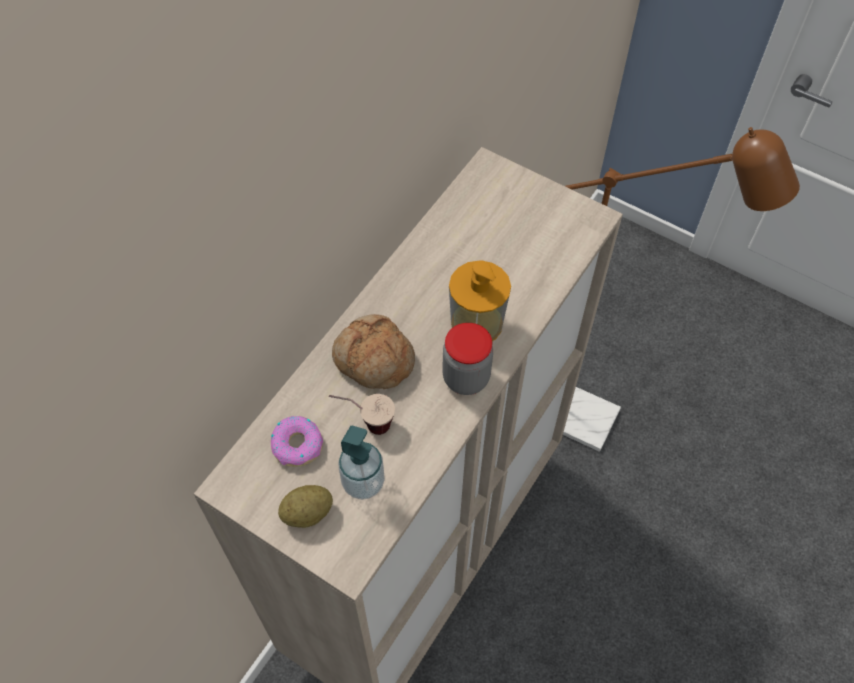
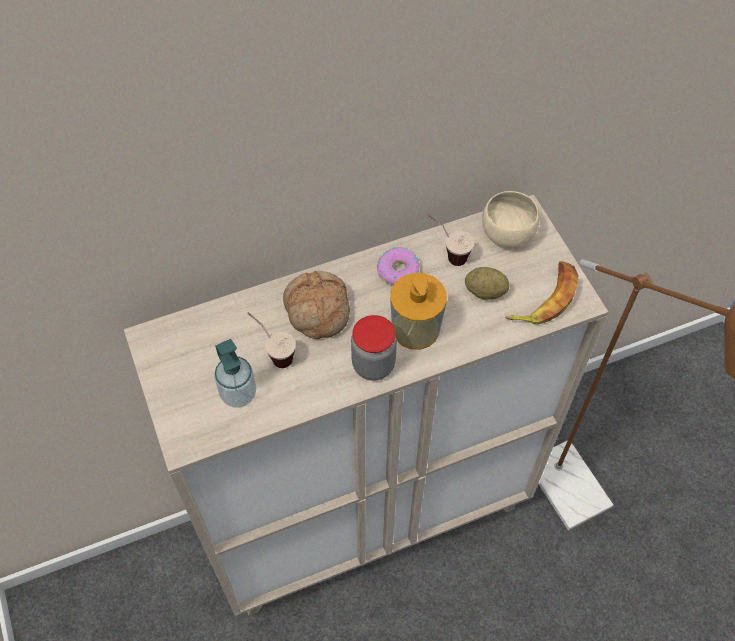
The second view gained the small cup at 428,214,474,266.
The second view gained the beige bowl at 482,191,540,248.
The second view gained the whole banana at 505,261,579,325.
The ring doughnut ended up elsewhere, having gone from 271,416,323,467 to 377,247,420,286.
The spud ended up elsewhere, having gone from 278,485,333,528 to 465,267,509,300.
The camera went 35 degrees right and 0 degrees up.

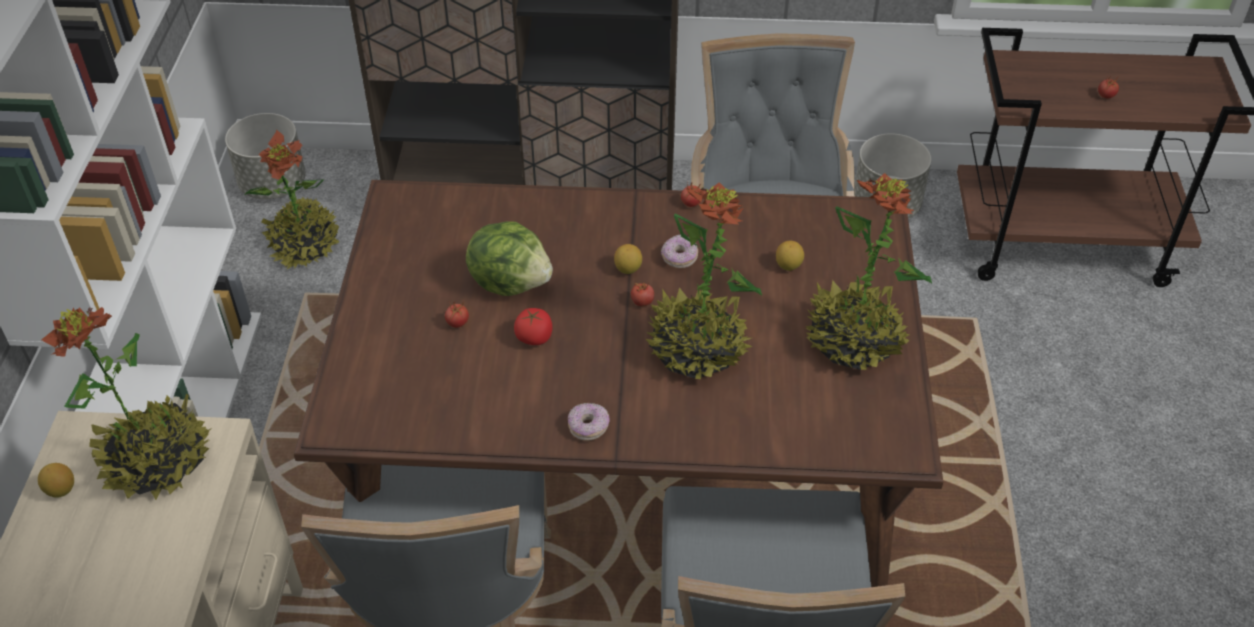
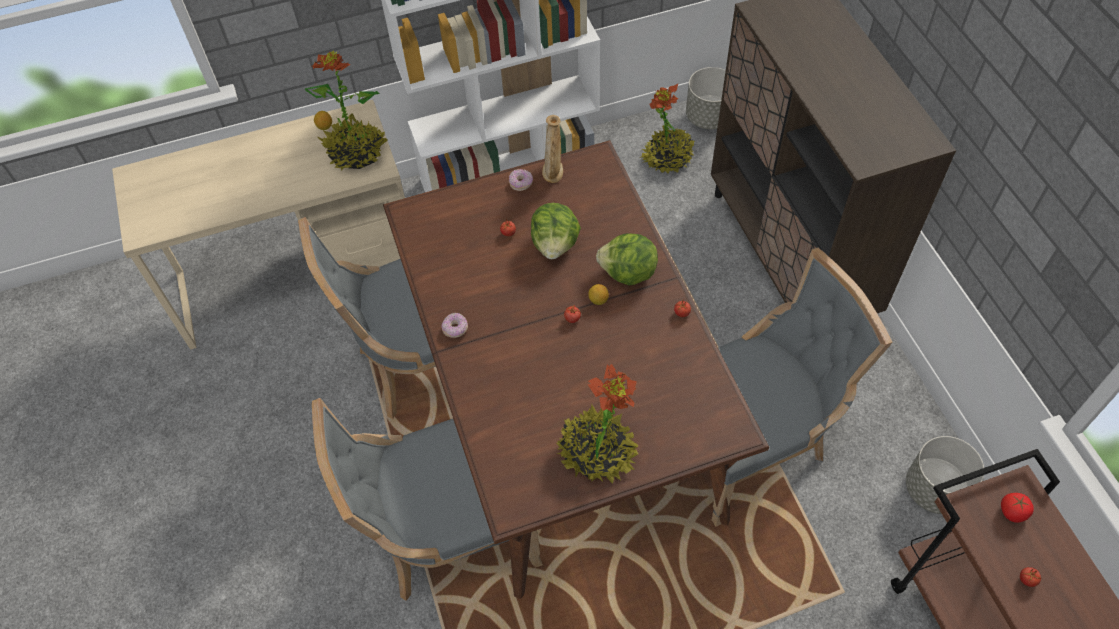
The second view lost the houseplant at 646,182,762,379.
The second view lost the whole lemon at 776,241,804,271.
The second view gained the beige vase at 542,115,563,183.
The second view gained the head of lettuce at 596,233,658,286.
The tomato ended up elsewhere, having gone from 514,308,553,345 to 1001,493,1034,523.
The ring doughnut ended up elsewhere, having gone from 661,235,698,268 to 509,169,533,191.
The camera went 70 degrees right and 10 degrees up.

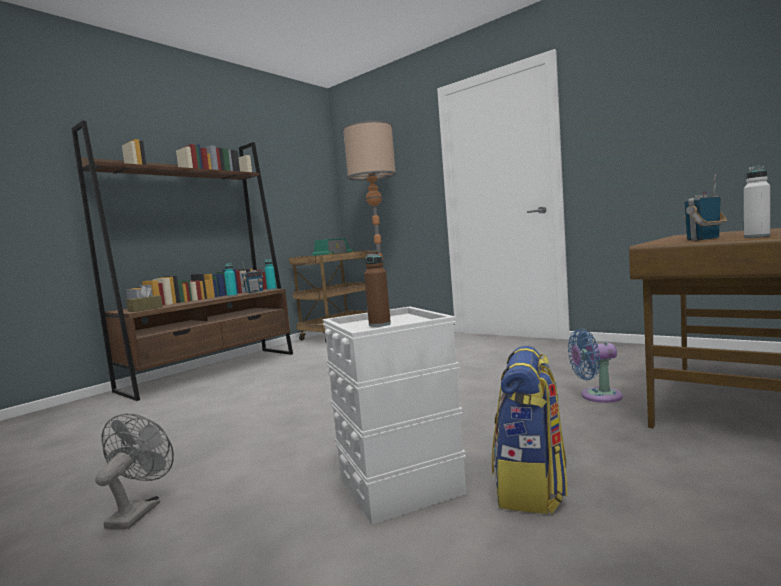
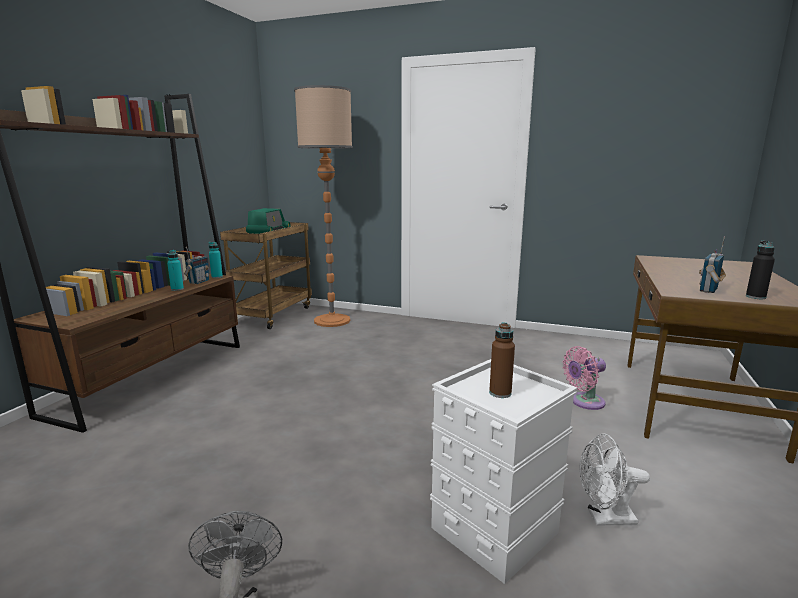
The second view lost the brown tissue box at 126,286,163,312.
Where the backpack stood at 492,346,568,514, the white-coloured electric fan came to stand at 579,433,650,526.
What was the blue electric fan at 568,329,623,403 turned into the pink-coloured electric fan at 563,346,606,410.
What was the white-coloured drink bottle at 744,165,770,238 turned into the black-coloured drink bottle at 746,241,775,299.
The camera went 20 degrees left and 10 degrees up.

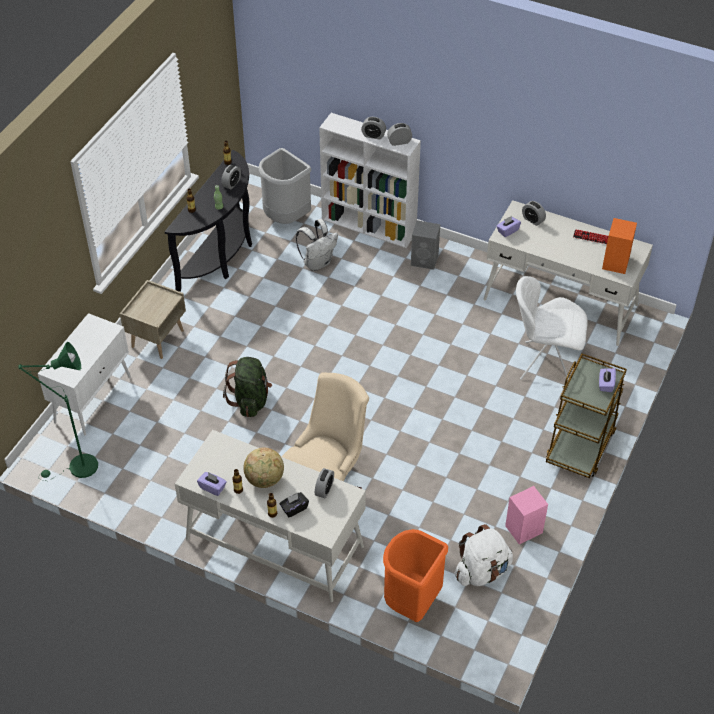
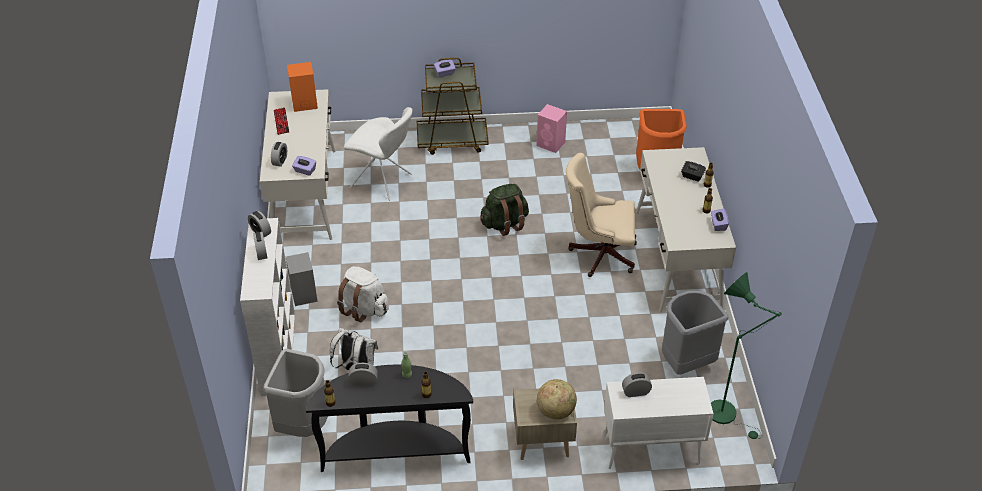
The second view gained the greyish trash can at 662,291,728,374.
The greenish backpack ended up elsewhere, having gone from 223,357,272,417 to 480,184,529,236.
The world globe ended up elsewhere, having gone from 243,448,284,488 to 537,379,577,420.
The alarm clock ended up elsewhere, having gone from 315,468,334,498 to 622,372,652,397.
The white-coloured backpack ended up elsewhere, having gone from 455,524,513,586 to 337,266,389,322.
The white-coloured plain chair at 516,276,588,380 ended up facing another way, 45 degrees counterclockwise from before.
The camera went 120 degrees left and 5 degrees down.

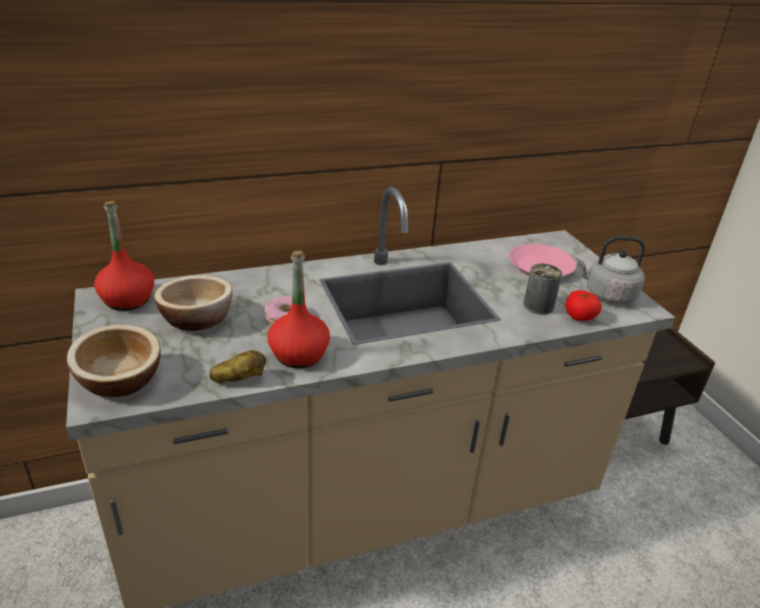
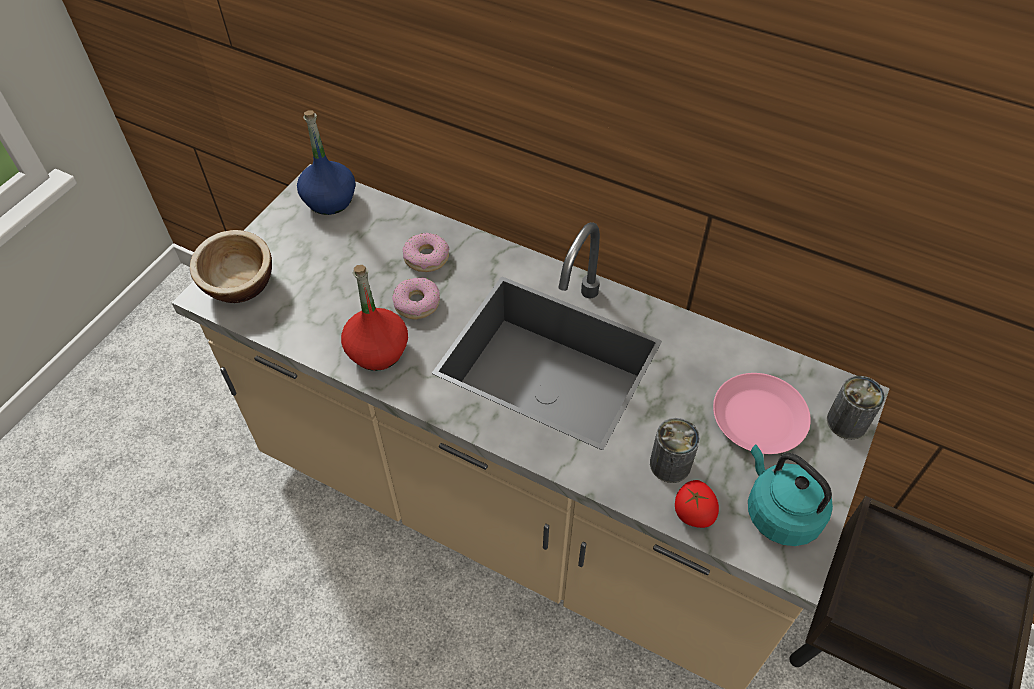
The second view lost the bowl at 154,275,232,331.
The second view lost the spud at 210,350,266,383.
The second view gained the ring doughnut at 403,233,449,272.
The second view gained the sealed can at 827,376,885,439.
What was the red drink bottle at 94,201,154,311 turned into the blue drink bottle at 297,110,356,215.
What was the greyish kettle at 576,236,645,304 turned into the turquoise-coloured kettle at 748,444,833,546.
The camera went 50 degrees right and 20 degrees up.

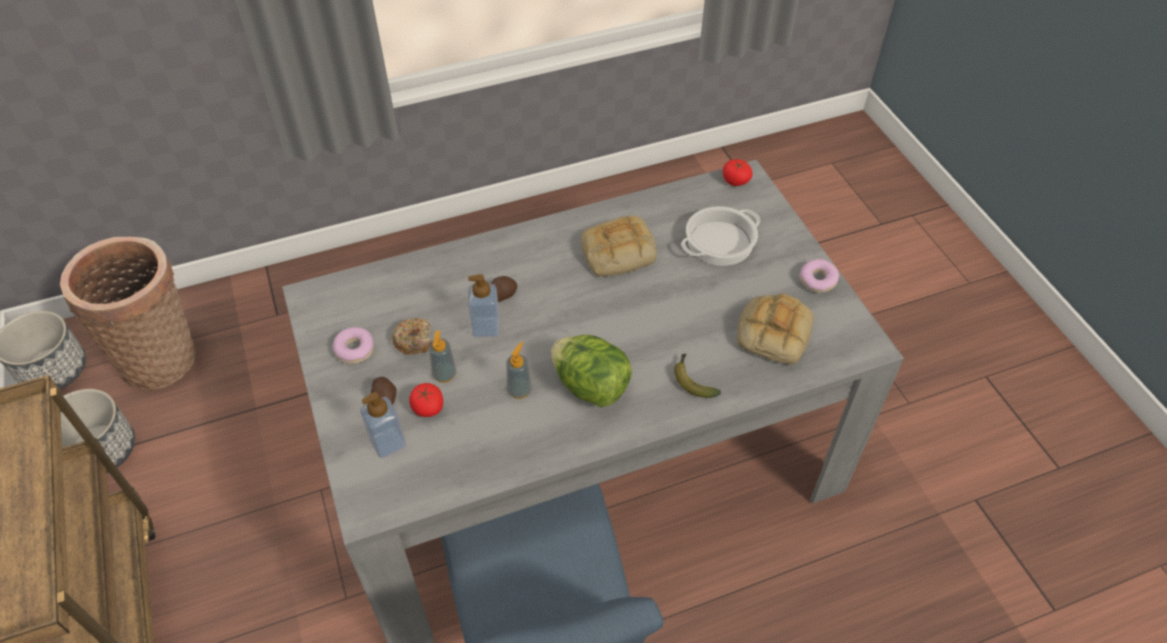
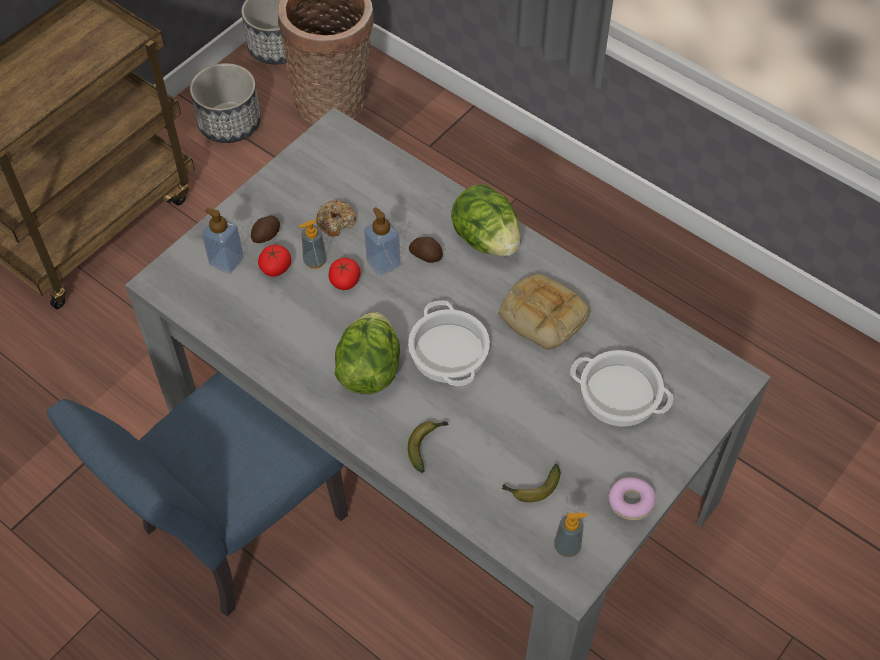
The second view lost the ring doughnut at 333,327,374,364.
The second view gained the saucepot at 408,300,490,386.
The second view gained the head of lettuce at 451,184,521,256.
The liquid soap bottle ended up elsewhere, having gone from 506,342,532,399 to 554,513,588,557.
The tomato ended up elsewhere, having gone from 723,159,753,186 to 329,258,361,290.
Where the bread stood at 737,293,814,365, the whole banana came to stand at 502,464,560,502.
The camera went 60 degrees right and 5 degrees up.

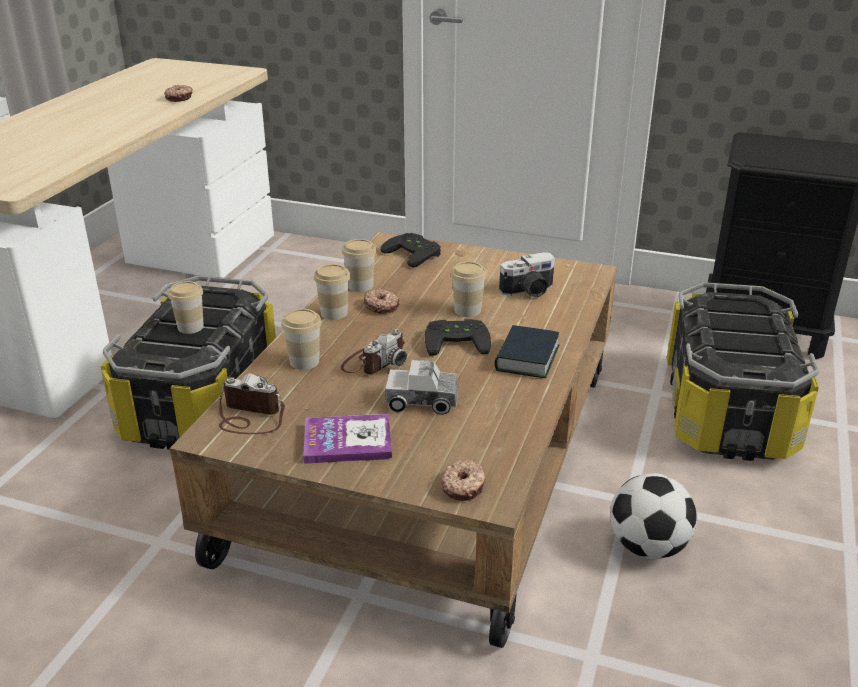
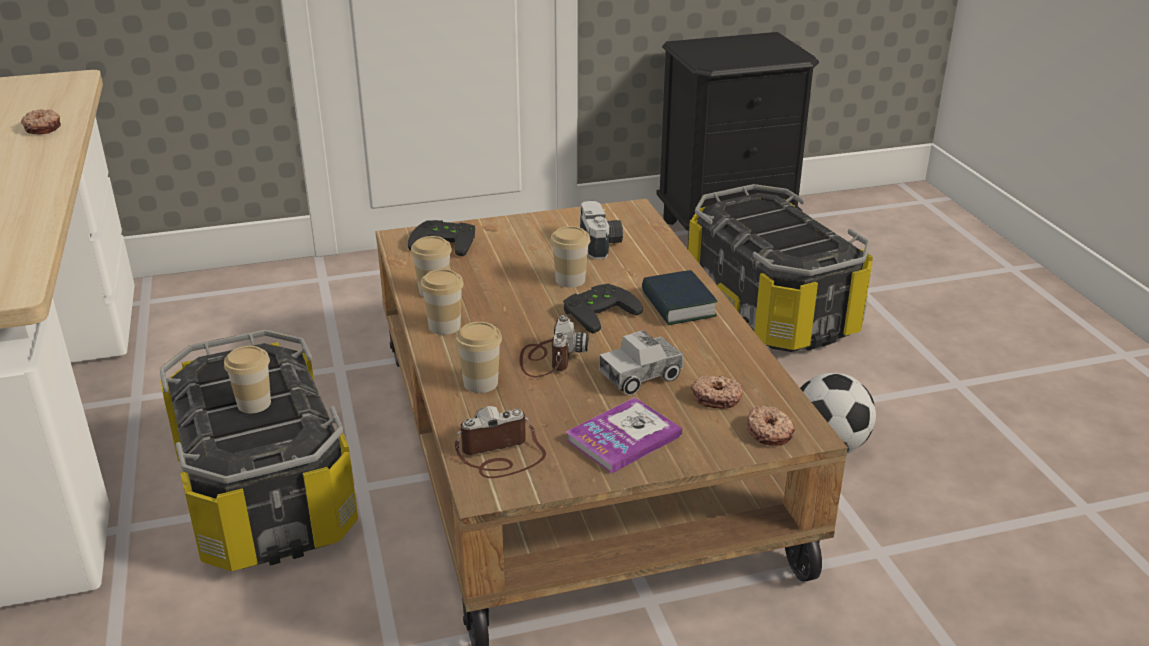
The ring doughnut ended up elsewhere, having gone from 364,289,400,314 to 691,375,743,408.
The still camera at 499,252,555,298 ended up facing another way, 45 degrees counterclockwise from before.
The camera went 35 degrees left and 0 degrees up.

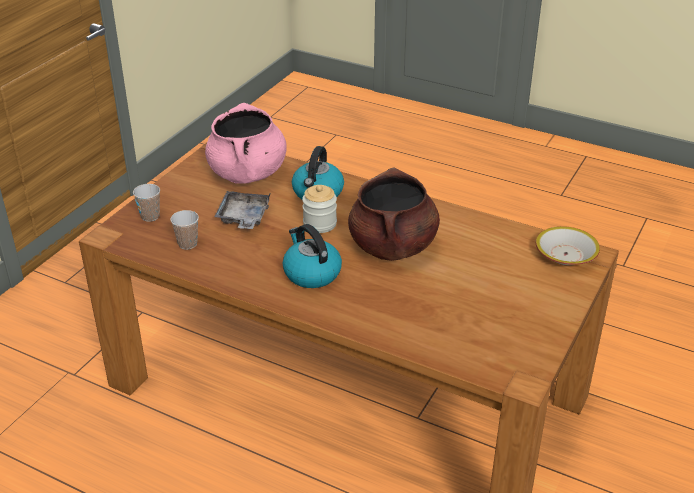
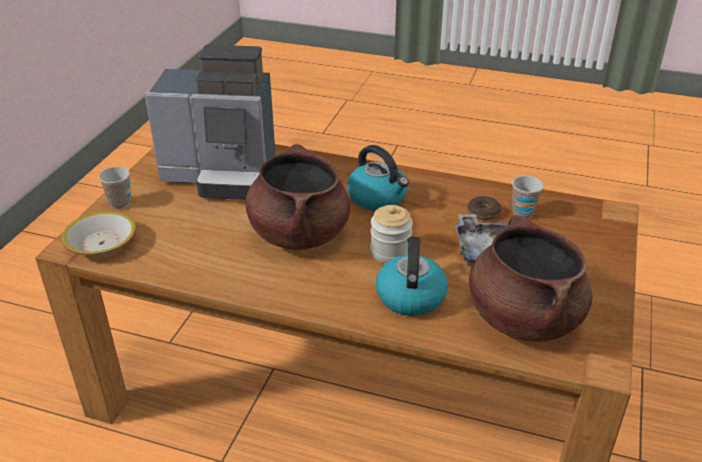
The second view gained the coffee machine at 145,45,275,200.
The second view gained the ring doughnut at 468,196,501,220.
The small cup ended up elsewhere, having gone from 133,184,160,222 to 98,167,131,209.
What was the pink-coloured saucepot at 205,103,287,184 turned into the brown saucepot at 469,215,592,342.
The camera went 170 degrees right and 0 degrees up.

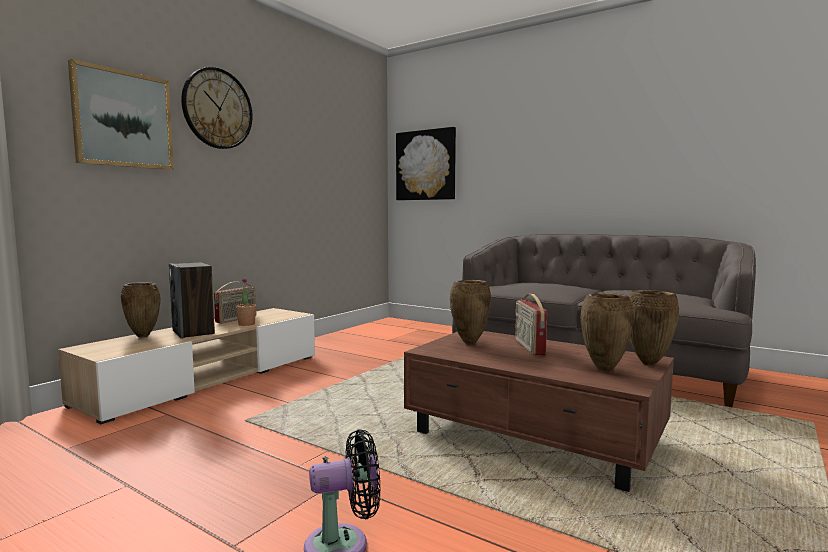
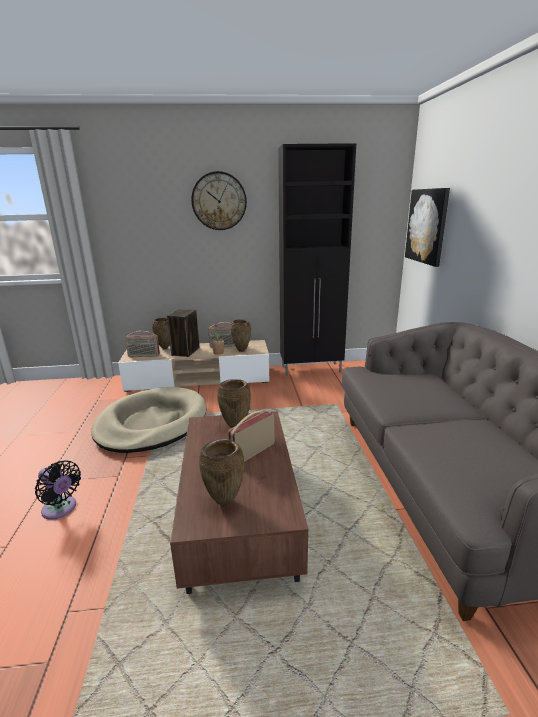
The second view lost the wall picture at 68,59,174,170.
The second view gained the beige dog cushion at 91,387,206,453.
The second view gained the radio set at 125,331,160,357.
The second view gained the black-coloured cabinet at 278,143,356,376.
The brown vase ended up elsewhere, having gone from 629,290,679,365 to 231,319,251,352.
The camera went 50 degrees right and 15 degrees up.

